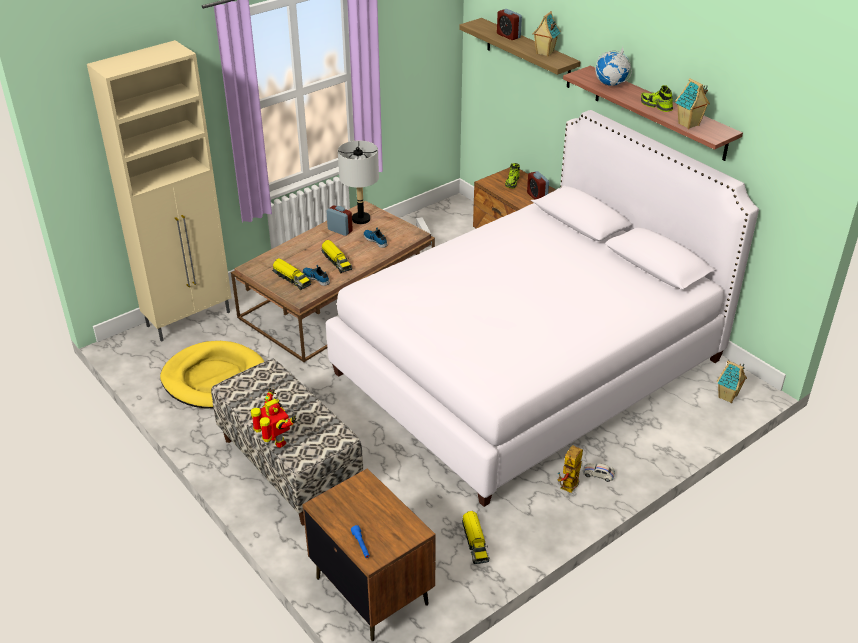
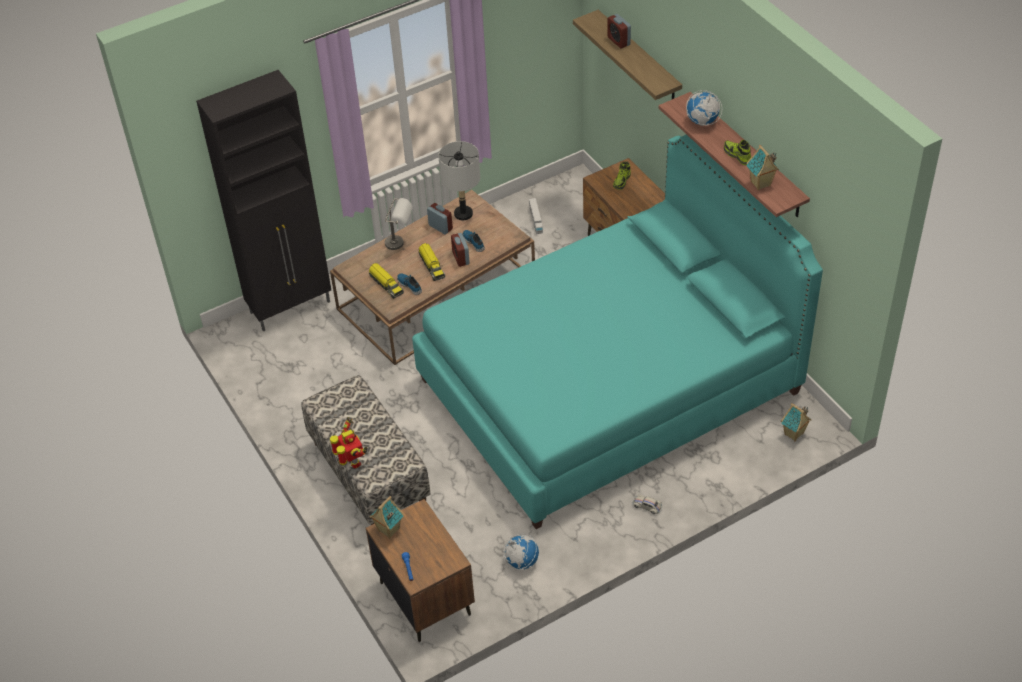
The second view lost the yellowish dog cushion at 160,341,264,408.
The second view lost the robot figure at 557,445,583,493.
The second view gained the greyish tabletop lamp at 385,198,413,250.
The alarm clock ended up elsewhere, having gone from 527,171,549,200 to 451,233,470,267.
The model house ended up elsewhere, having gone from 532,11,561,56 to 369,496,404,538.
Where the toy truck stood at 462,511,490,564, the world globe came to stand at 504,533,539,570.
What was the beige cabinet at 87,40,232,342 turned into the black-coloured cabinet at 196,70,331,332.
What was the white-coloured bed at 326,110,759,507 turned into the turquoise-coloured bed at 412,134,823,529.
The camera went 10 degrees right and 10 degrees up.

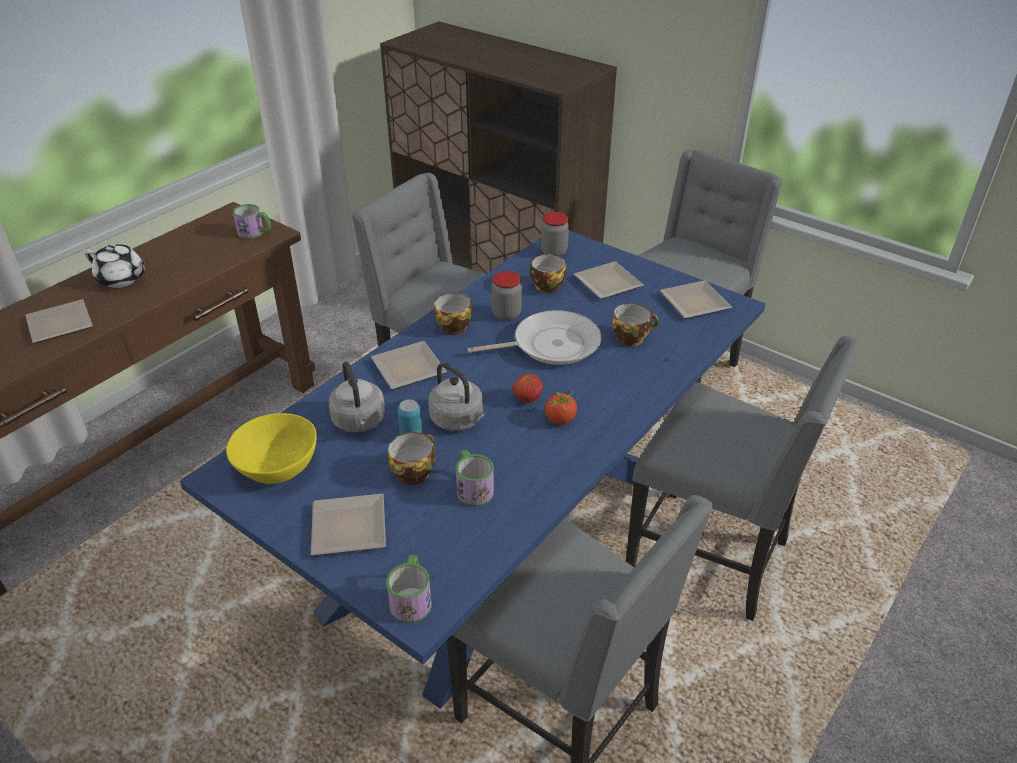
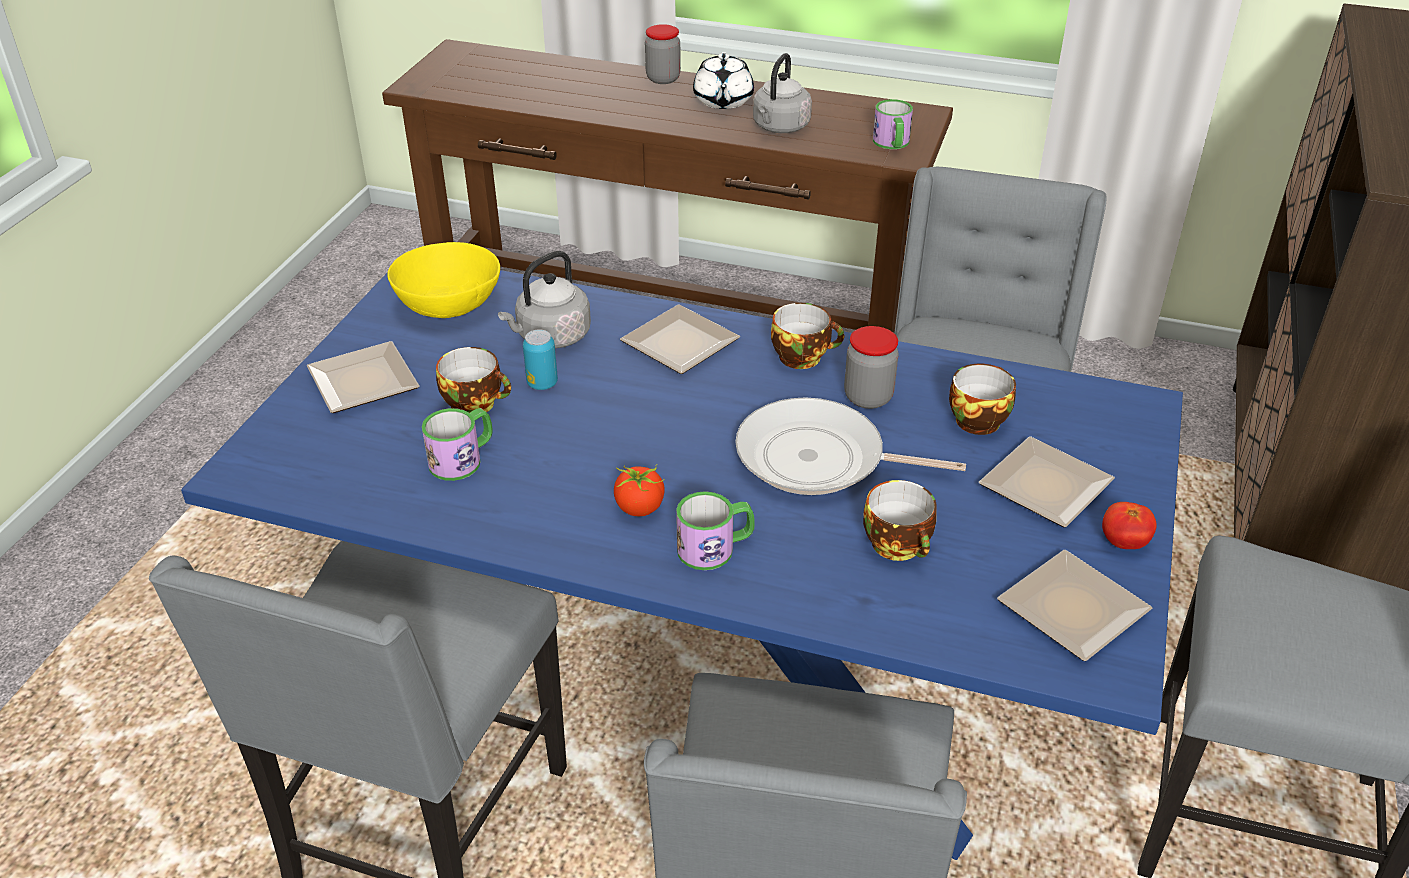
The second view lost the dinner plate at 25,299,93,343.
The tea mug ended up elsewhere, having gone from 386,555,432,624 to 676,491,755,570.
The greyish kettle ended up elsewhere, having gone from 428,363,485,431 to 753,53,812,133.
The tomato ended up elsewhere, having gone from 513,374,543,403 to 1102,502,1157,549.
The preserve jar ended up elsewhere, having gone from 541,212,569,256 to 645,24,681,84.
The skillet at 468,310,601,365 ended up facing another way, 135 degrees clockwise from before.
The camera went 70 degrees right and 0 degrees up.

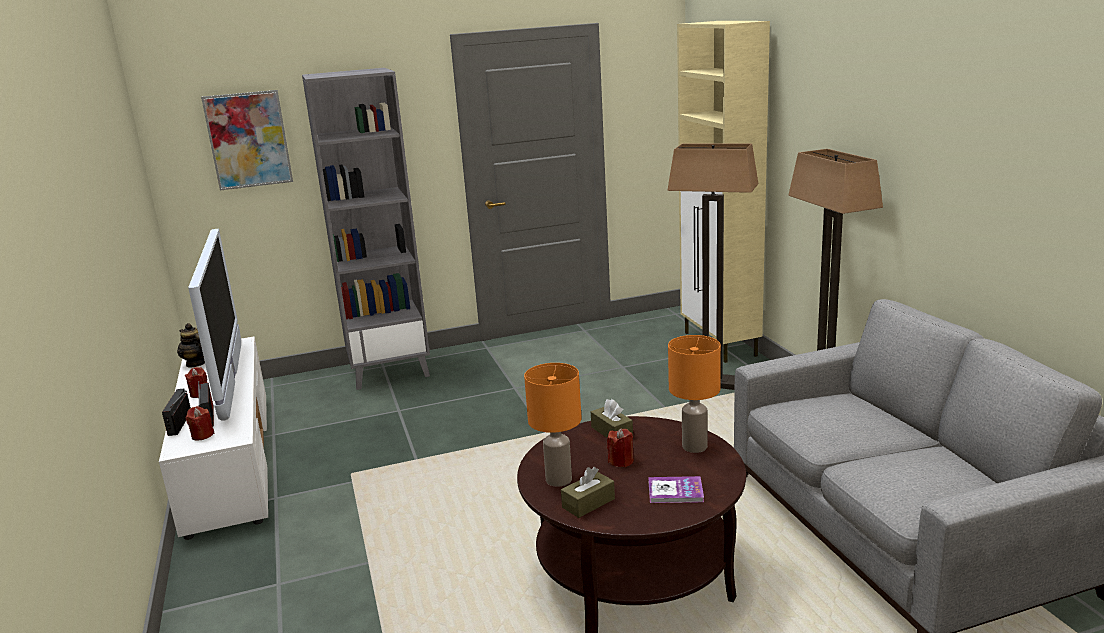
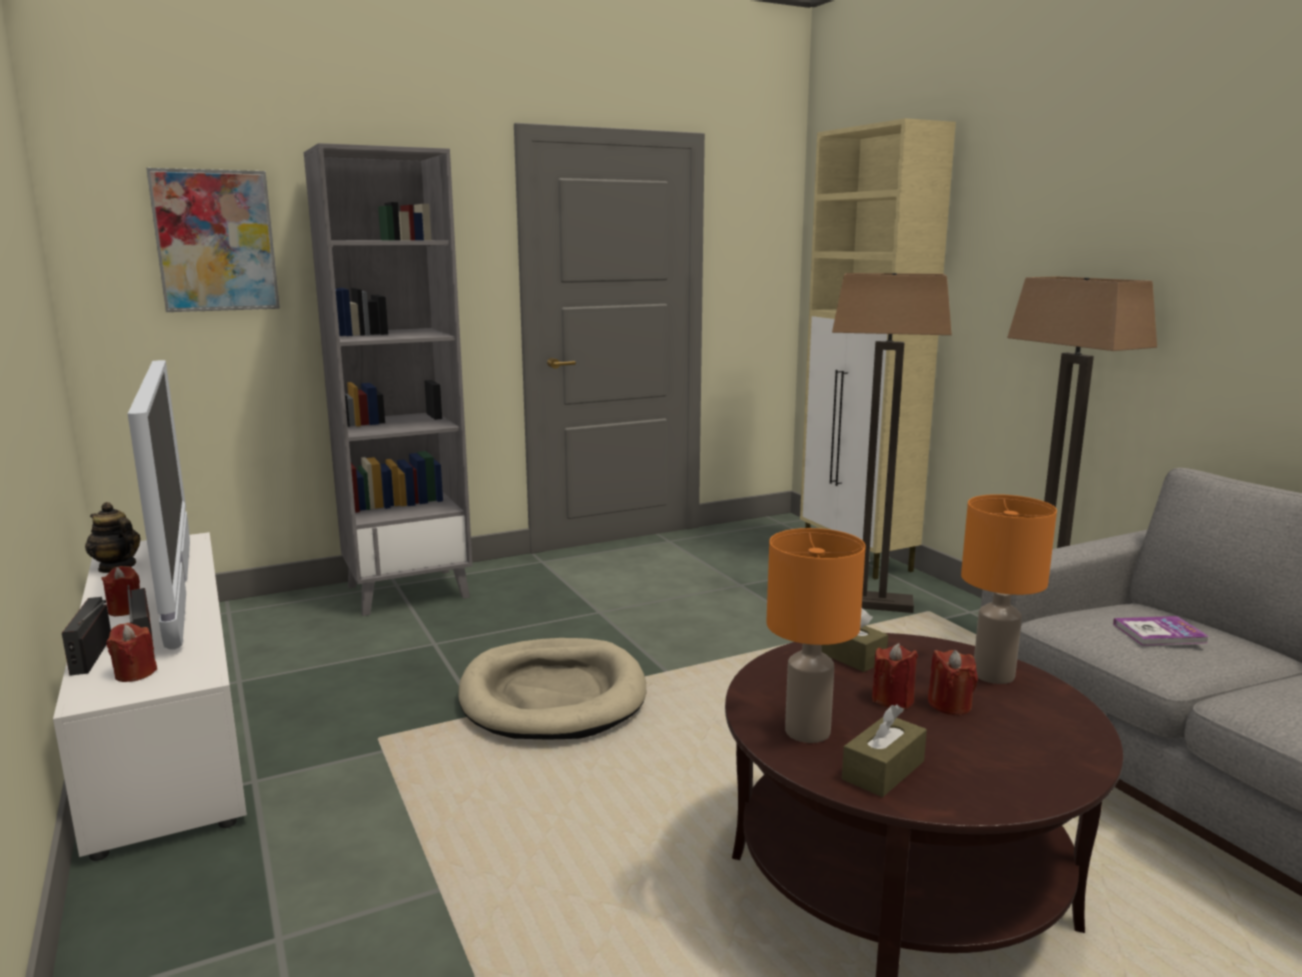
The second view gained the beige dog cushion at 458,638,646,740.
The second view gained the red wax light at 928,650,978,715.
The bound book ended up elsewhere, having gone from 648,476,704,503 to 1113,616,1209,646.
The camera went 10 degrees left and 5 degrees down.

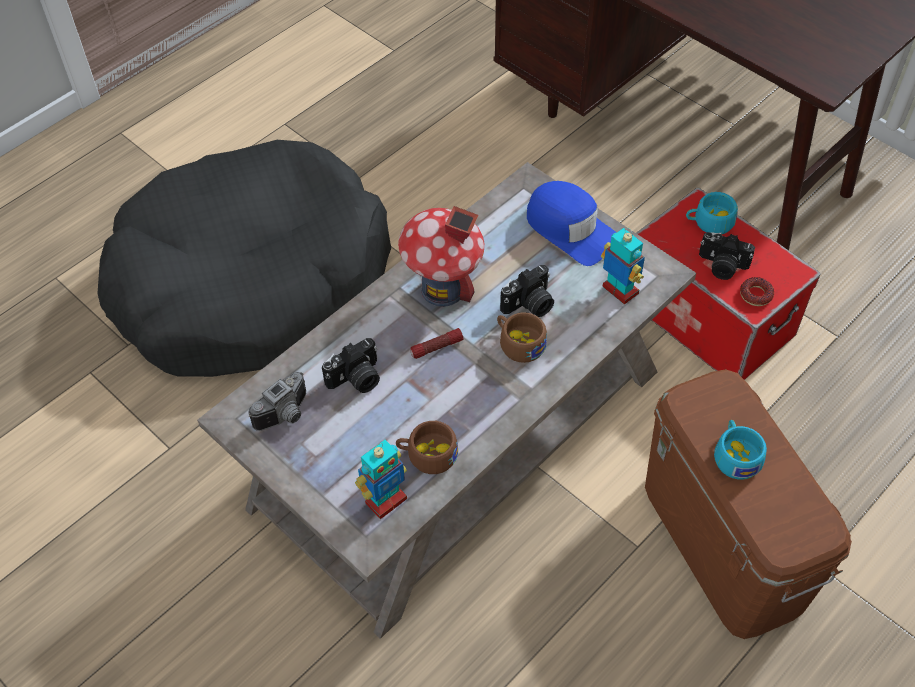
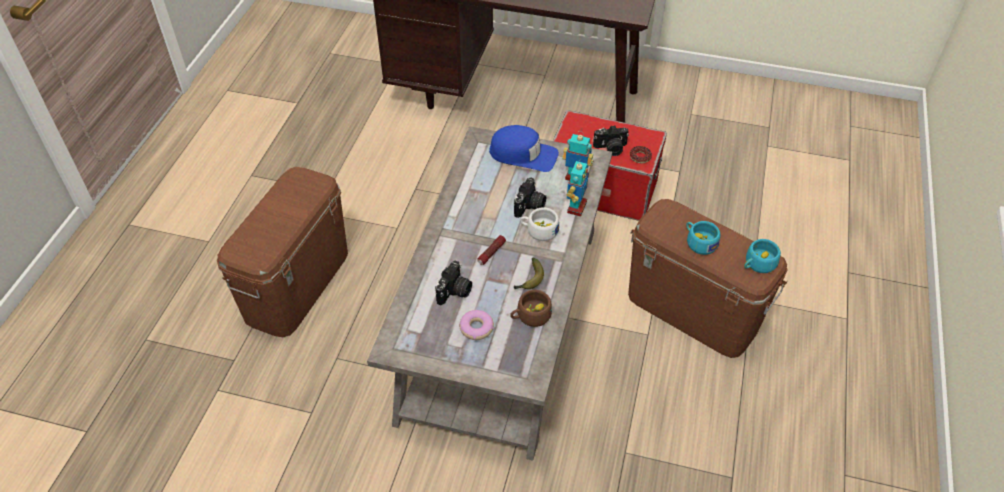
The second view lost the still camera at 248,372,306,431.
The second view lost the model house at 398,206,484,307.
The second view gained the ring doughnut at 459,310,494,340.
The second view gained the whole banana at 514,258,544,289.
The robot figure ended up elsewhere, having gone from 355,440,407,519 to 567,159,589,217.
The turquoise-coloured small cup ended up elsewhere, having gone from 686,192,738,234 to 744,239,781,273.
Where the black-coloured dog cushion stood at 98,140,391,377, the brown storage container came to stand at 217,167,348,337.
What was the brown small cup at 497,312,547,363 turned into the white-coloured small cup at 520,207,559,241.
The camera went 30 degrees left and 5 degrees down.

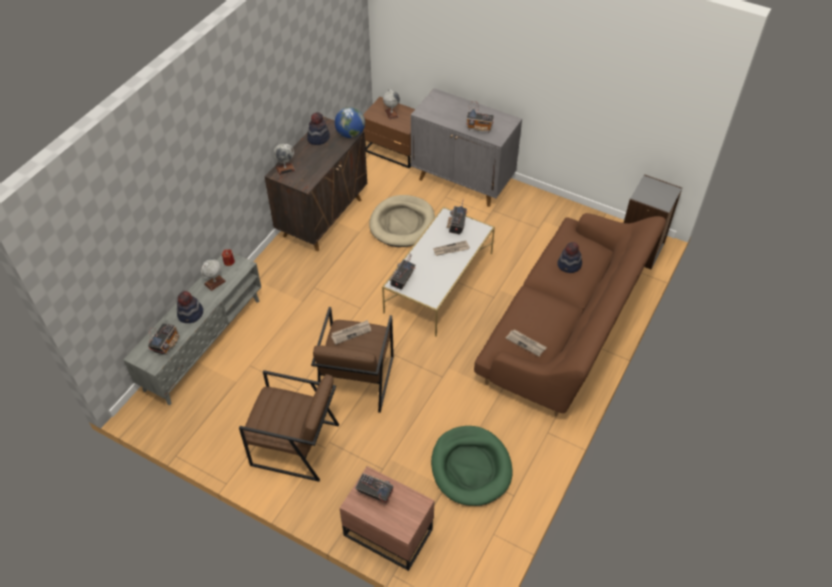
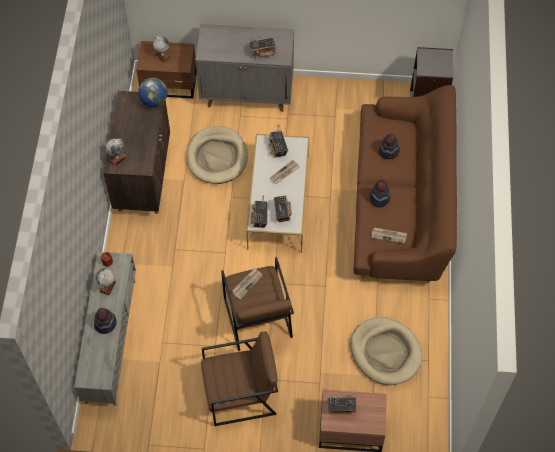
The radio set ended up elsewhere, having gone from 148,323,180,355 to 274,195,292,222.
The clothing hat ended up elsewhere, having gone from 307,112,330,145 to 370,179,390,208.
What was the greenish dog cushion at 431,426,513,506 turned into the beige dog cushion at 351,317,423,385.
The camera went 25 degrees left and 10 degrees up.

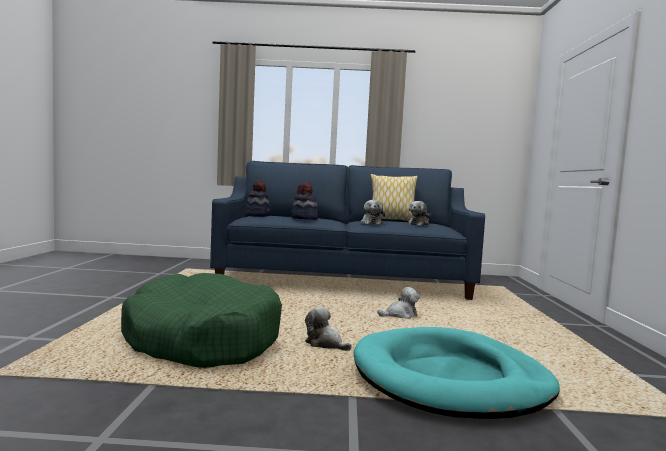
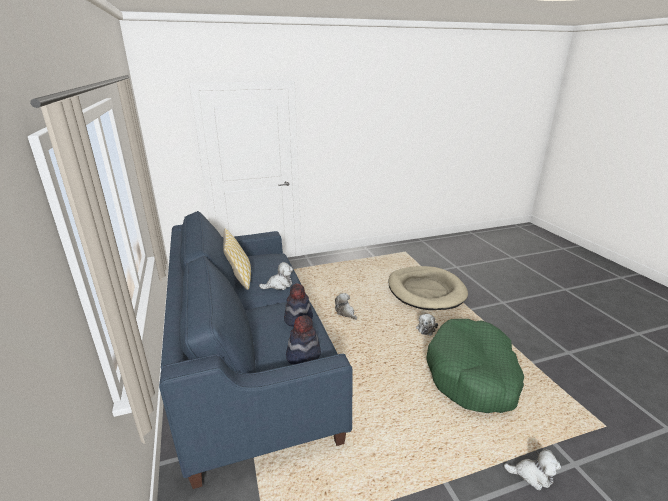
The cuddly toy ended up elsewhere, having gone from 408,201,431,226 to 504,449,561,490.
What was the turquoise-coloured dog cushion at 353,327,560,419 turned into the beige dog cushion at 388,266,468,310.
The camera went 110 degrees left and 20 degrees up.

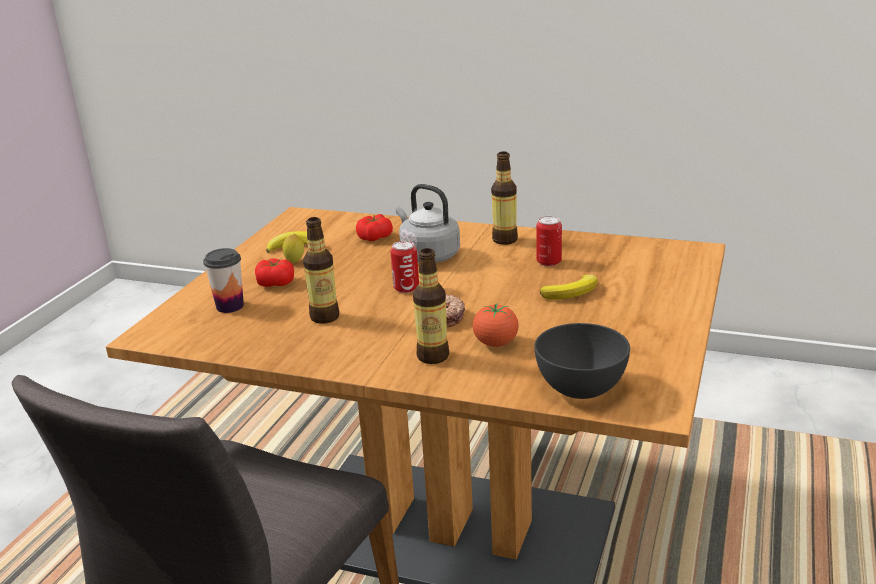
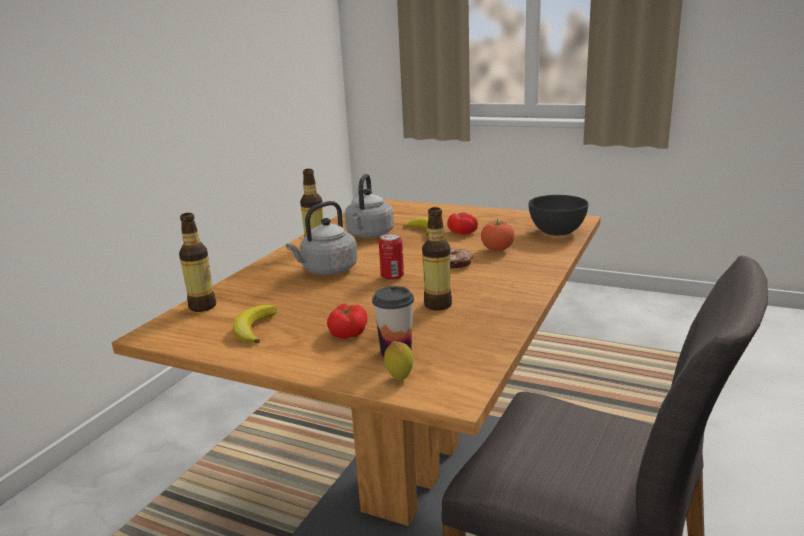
The whole lemon ended up elsewhere, having gone from 283,234,304,263 to 384,341,413,380.
The tomato ended up elsewhere, having gone from 356,214,393,241 to 447,212,478,235.
The drink bottle ended up elsewhere, having gone from 413,248,449,364 to 179,213,216,312.
Where the sealed can stood at 536,216,562,266, the greyish kettle came to stand at 345,174,394,238.
The camera went 85 degrees left and 5 degrees down.

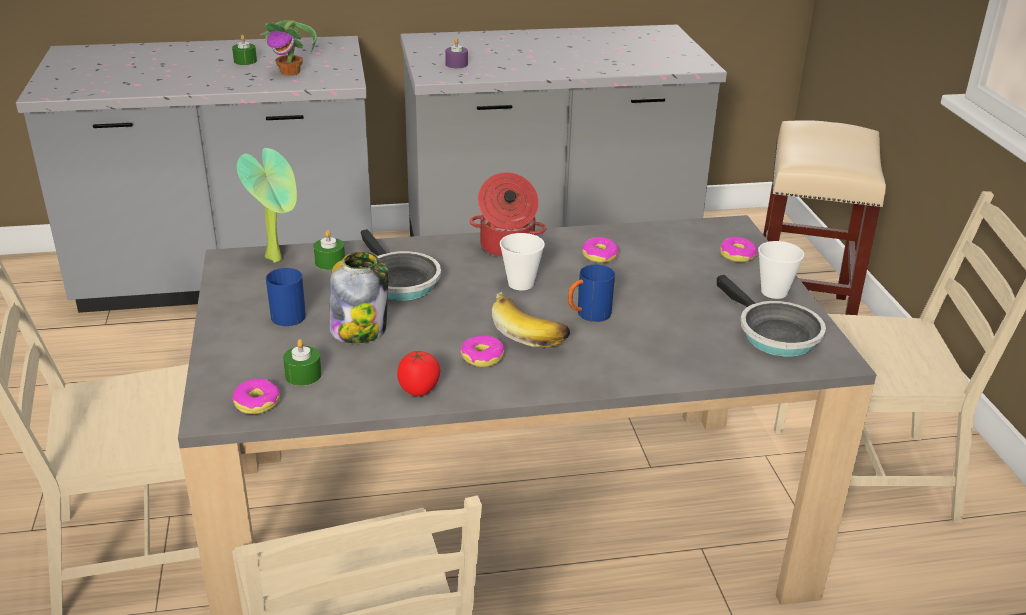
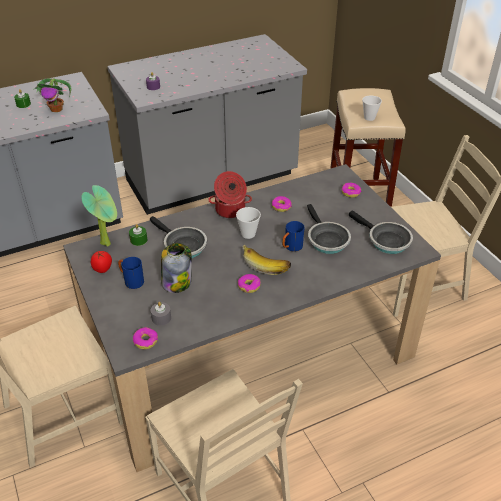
The second view gained the skillet at 307,204,351,254.
The tomato ended up elsewhere, having gone from 397,351,441,396 to 91,251,112,273.
The small cup ended up elsewhere, having gone from 758,241,804,299 to 362,95,382,121.
What was the greenish wax light at 283,339,322,386 turned into the greyish wax light at 151,302,171,326.
The camera went 15 degrees left and 10 degrees up.

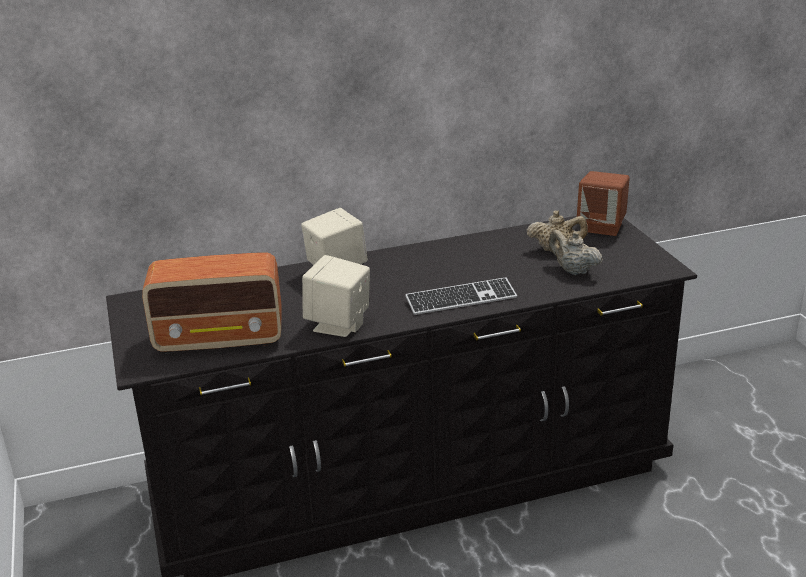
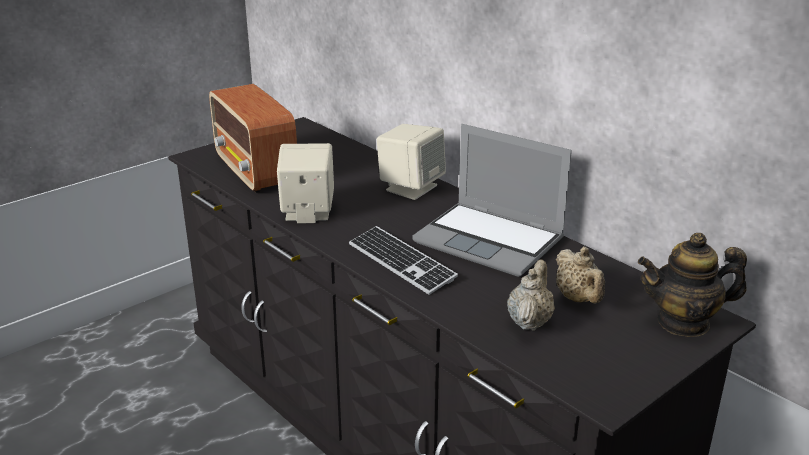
The second view gained the notebook computer at 413,124,572,277.
Where the brown loudspeaker stood at 577,171,630,236, the pot for tea came to stand at 638,233,747,337.
The camera went 65 degrees right and 0 degrees up.

